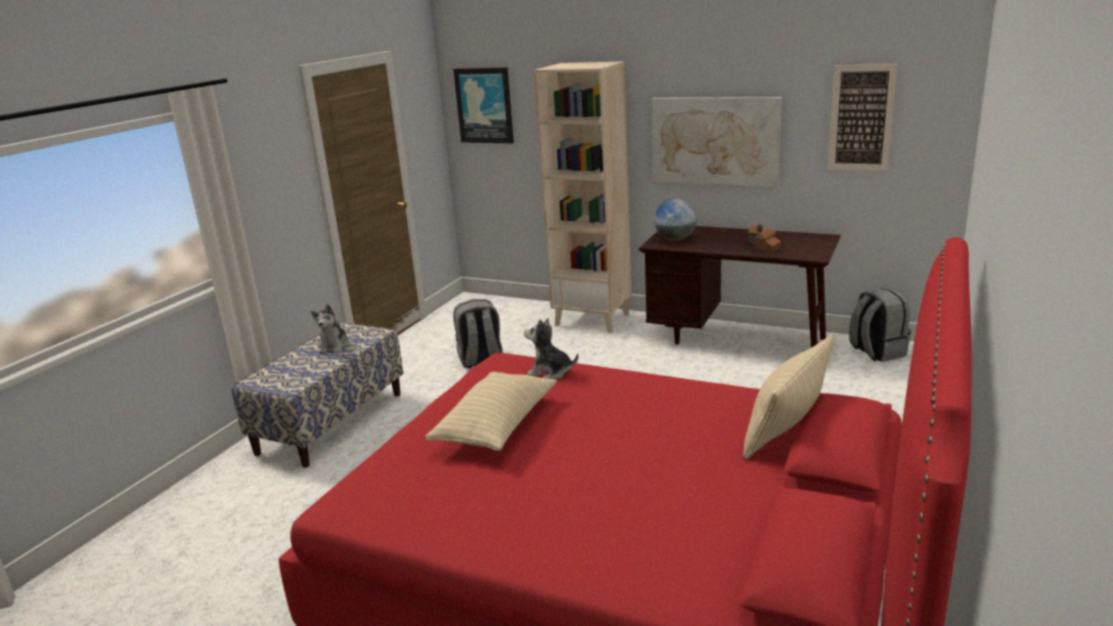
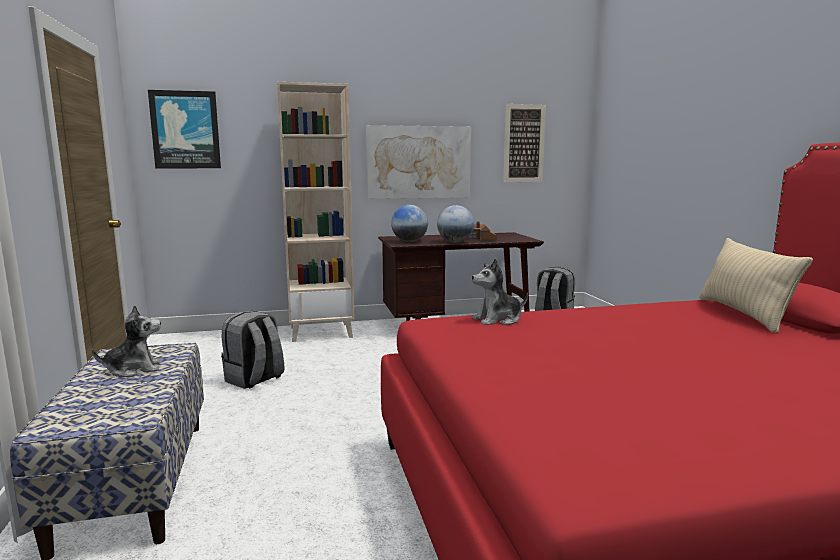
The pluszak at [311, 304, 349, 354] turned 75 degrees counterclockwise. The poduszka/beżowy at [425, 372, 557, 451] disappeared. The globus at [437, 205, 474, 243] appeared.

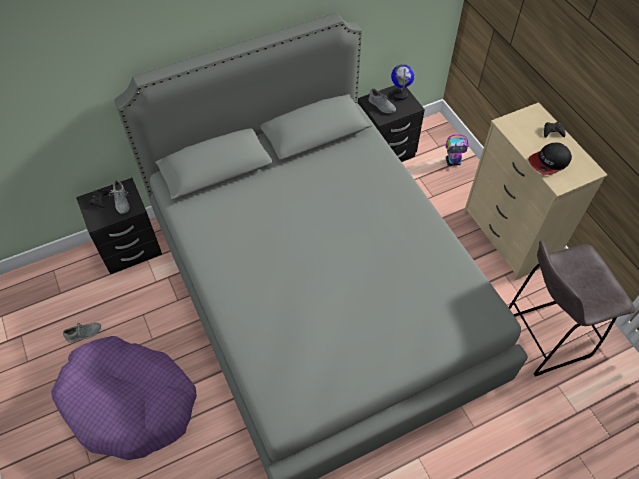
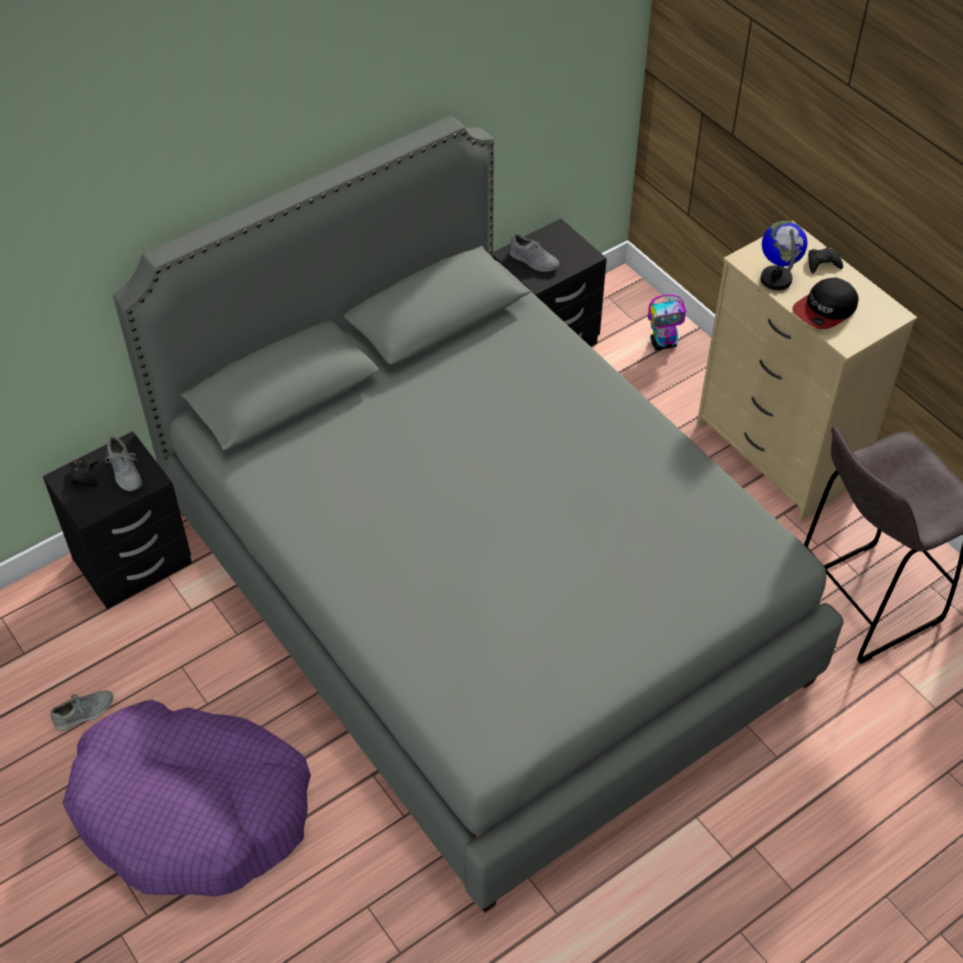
The globus moved from [391, 64, 415, 100] to [761, 221, 807, 290].

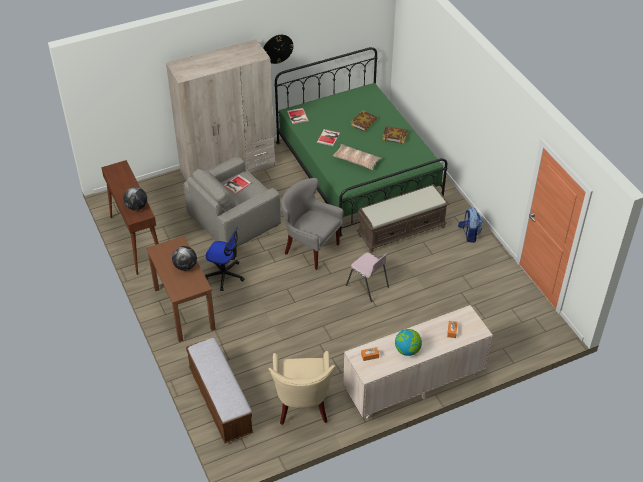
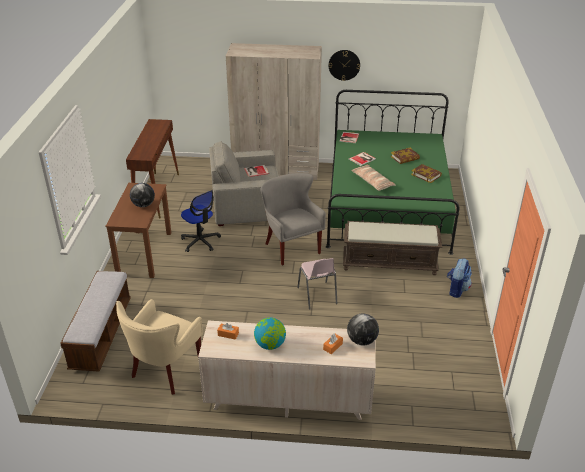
The globus moved from [123, 187, 147, 211] to [347, 314, 379, 345].

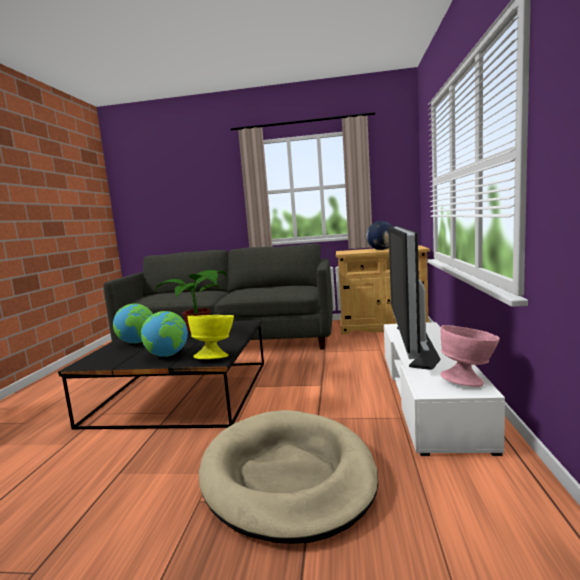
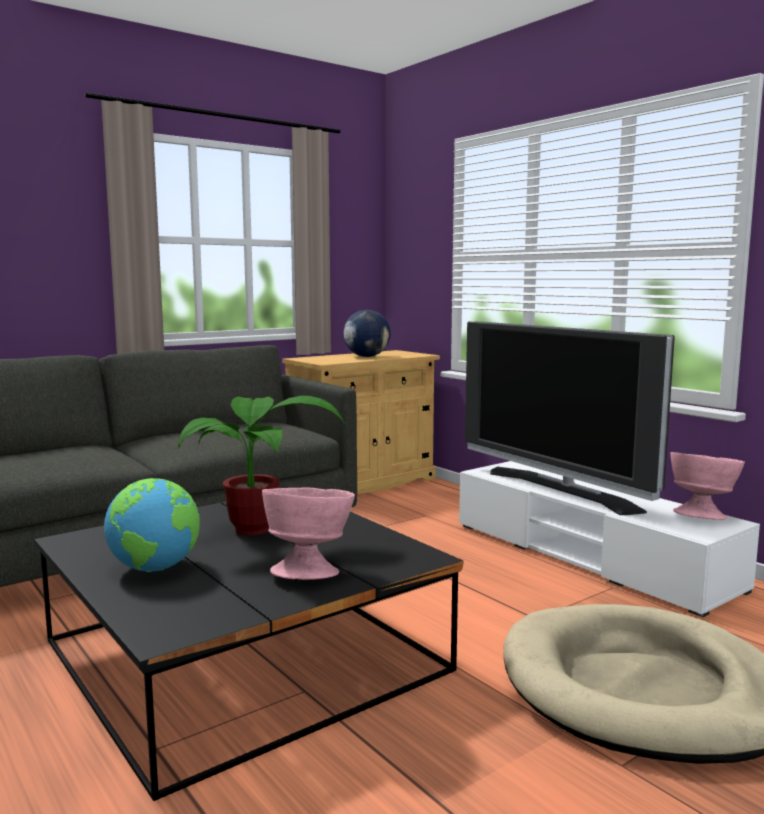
The globus at [141, 311, 188, 357] was replaced by the miska/różowy at [262, 488, 355, 580]. The miska/żółty at [187, 315, 234, 359] disappeared.

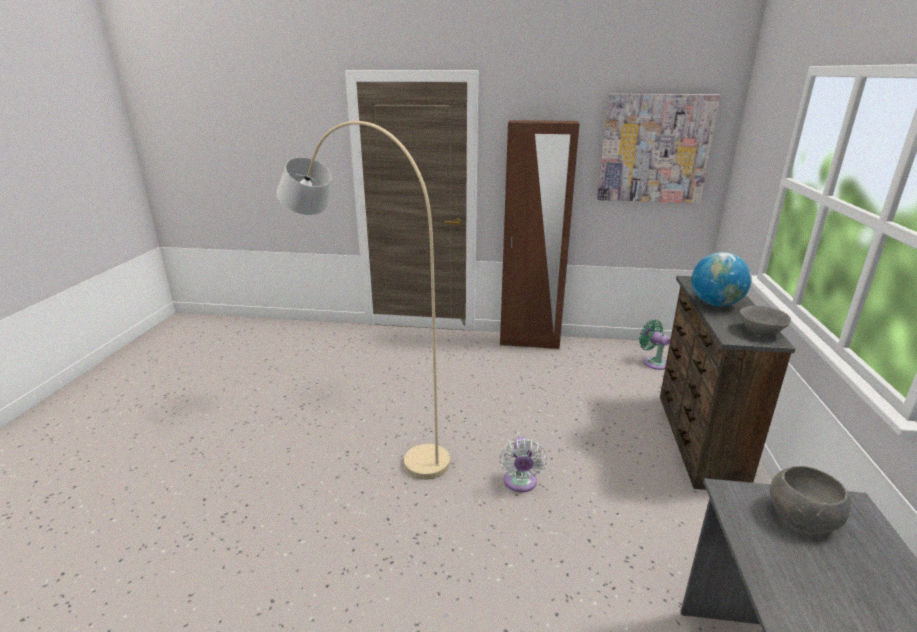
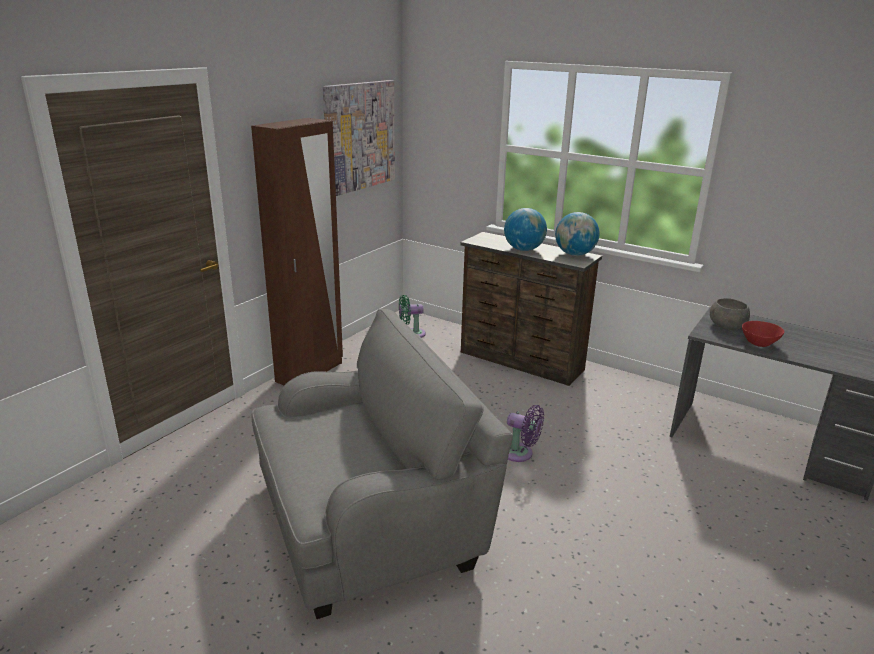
The lampa stojąca/beżowy at [276, 121, 450, 480] was replaced by the fotel/szary at [251, 309, 513, 619]. The wentylator/biały at [499, 436, 547, 492] became the wentylator/fioletowy at [507, 405, 544, 462]. The miska/szary at [740, 306, 791, 336] was replaced by the globus at [555, 212, 600, 256]. The miska/czerwony at [742, 321, 784, 347] appeared.

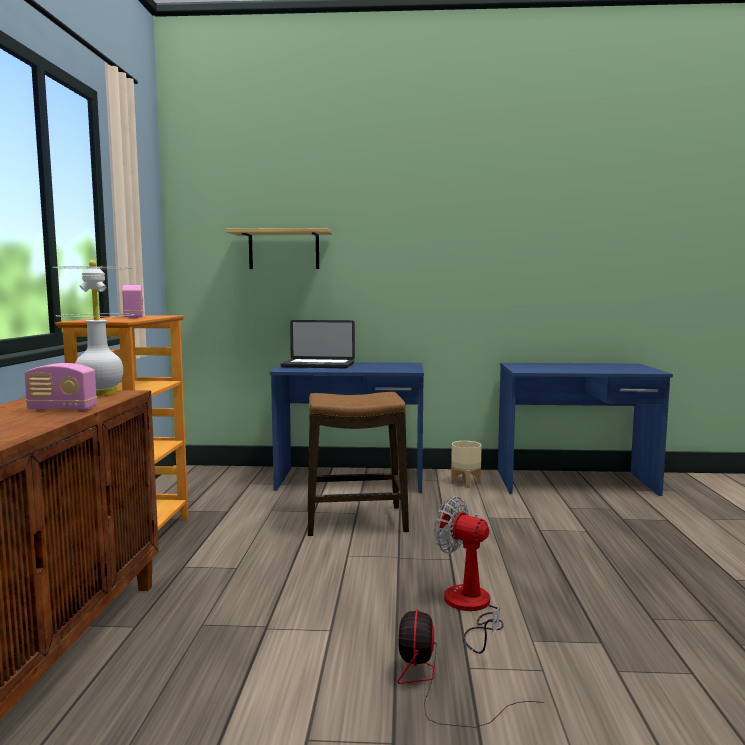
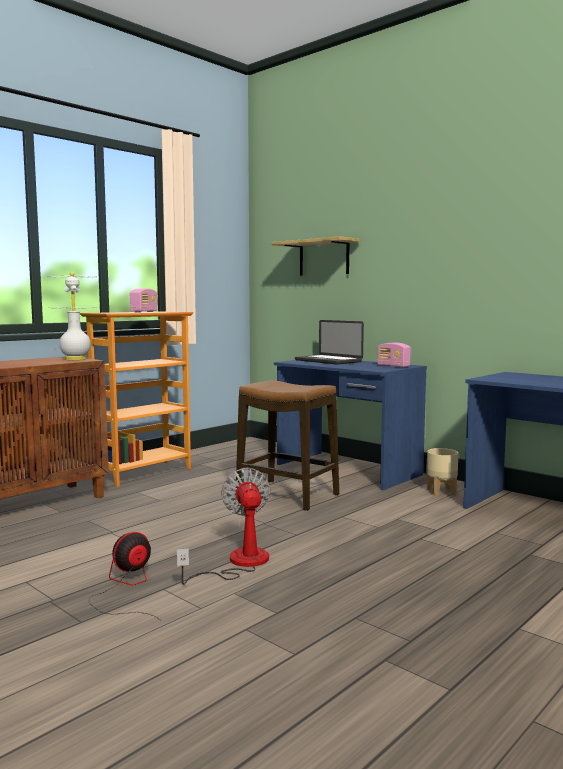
The radio moved from [25, 363, 97, 411] to [377, 343, 411, 367].

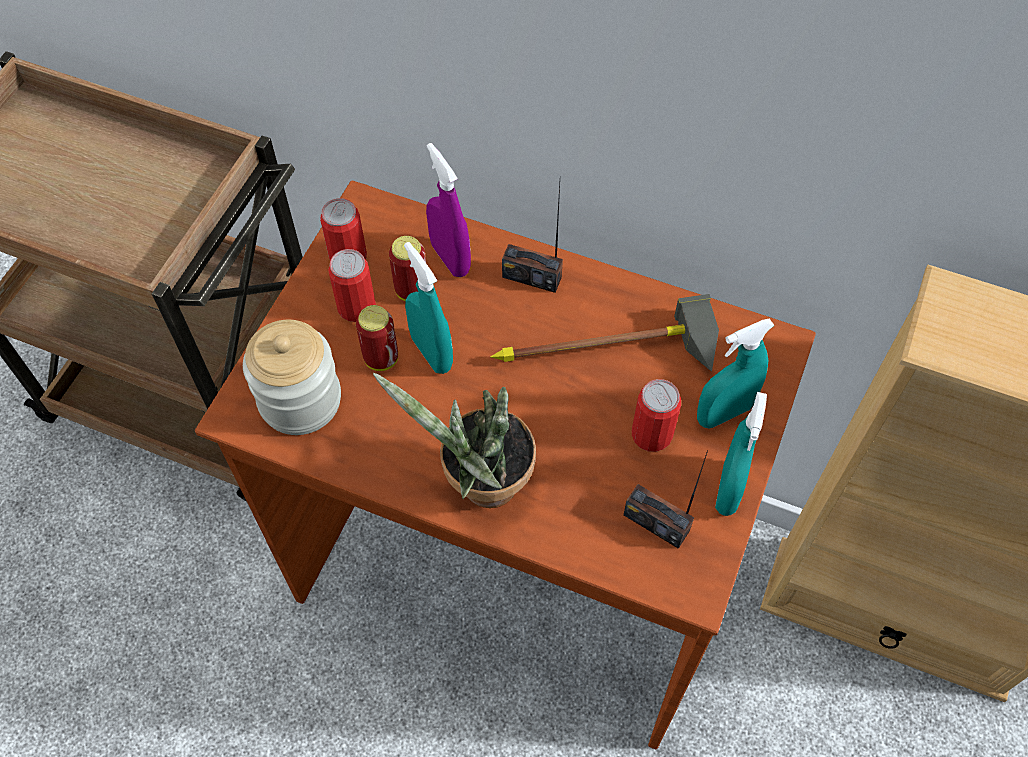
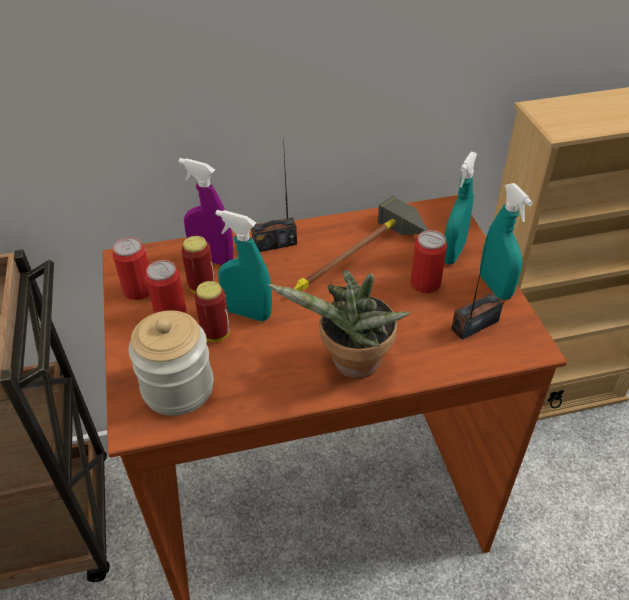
The radio at [623, 450, 708, 549] turned 150 degrees clockwise.

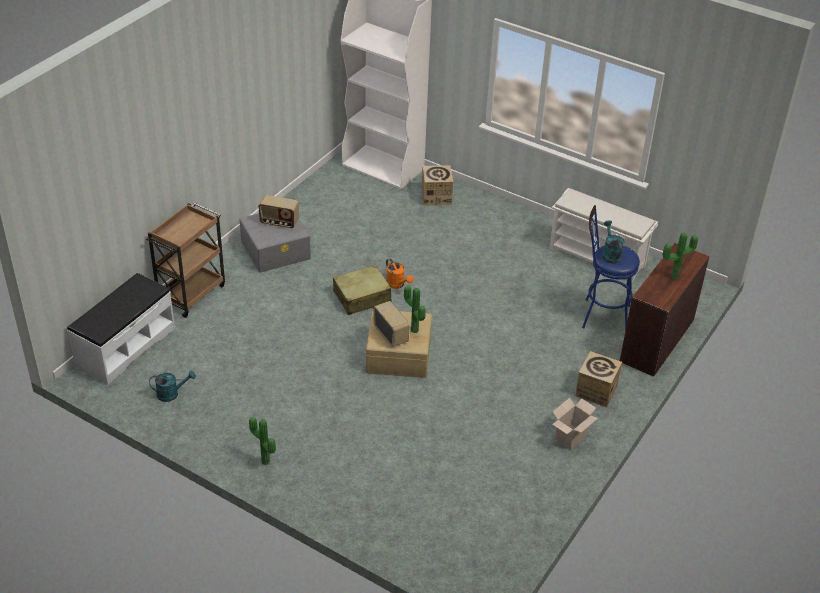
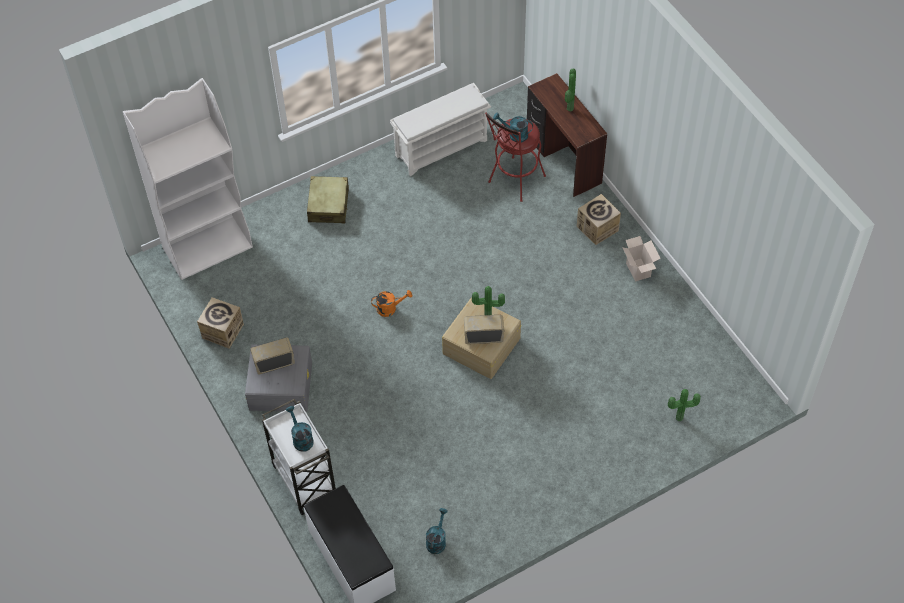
The wózek/brązowy at [146, 203, 225, 318] became the wózek/biały at [262, 399, 336, 515]. The roślina doniczkowa moved from [249, 417, 276, 465] to [668, 389, 701, 421]. The radio at [258, 195, 299, 228] turned 150 degrees counterclockwise. The walizka/beżowy moved from [333, 265, 391, 315] to [307, 176, 349, 223]. The karton moved from [422, 165, 453, 205] to [197, 297, 244, 349]. The stołek/niebieski at [582, 205, 640, 331] became the stołek/czerwony at [485, 112, 546, 202]. The konewka/turkusowy at [286, 406, 314, 452] appeared.

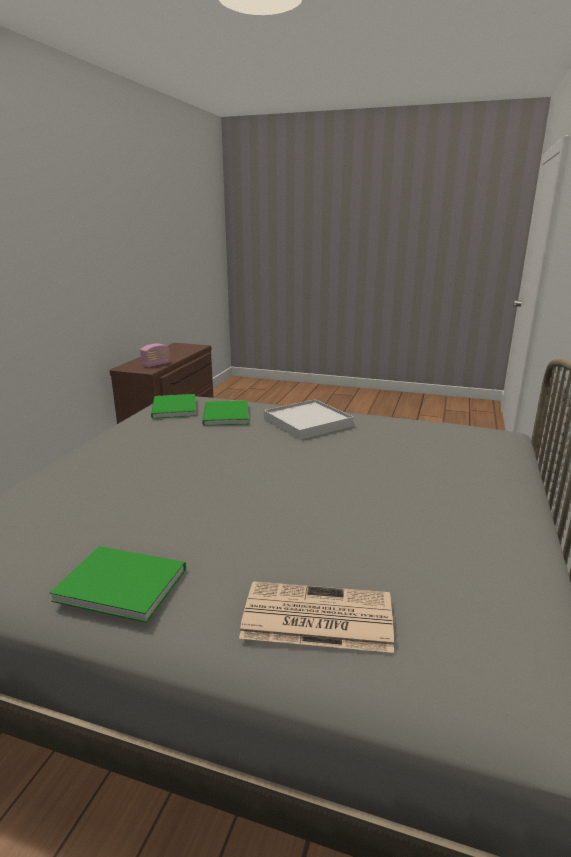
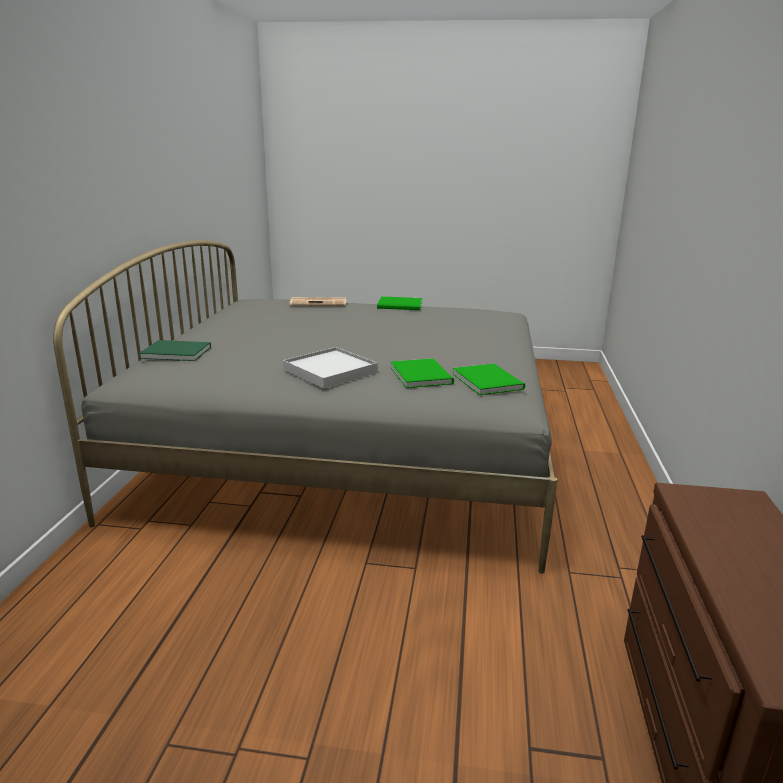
The radio at [140, 344, 170, 367] disappeared. The książka/zielony at [139, 340, 211, 361] appeared.

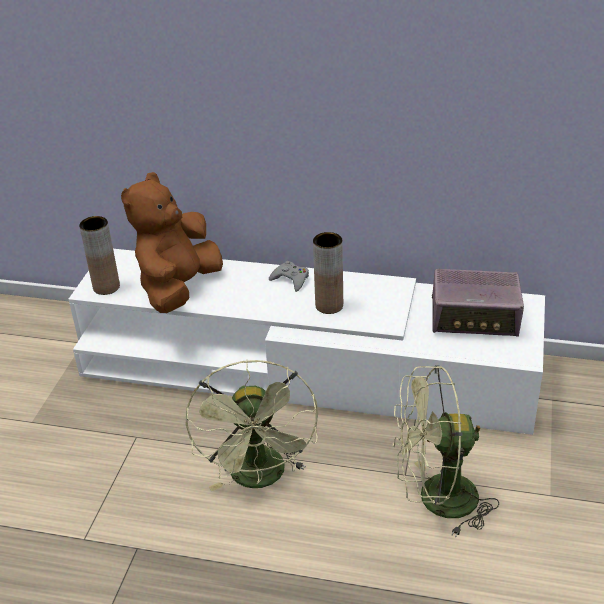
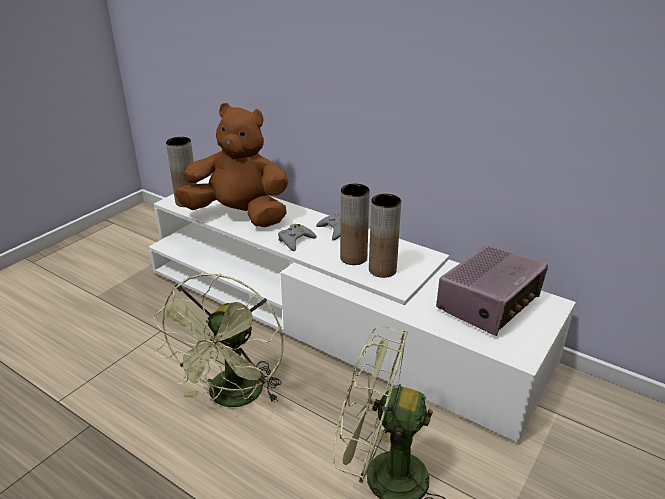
The pluszak/brązowy at [121, 172, 223, 313] turned 60 degrees clockwise. The radio at [432, 269, 524, 337] turned 75 degrees counterclockwise. The pad do gier/szary at [278, 224, 317, 251] appeared. The wazon/brązowy at [369, 194, 401, 278] appeared.

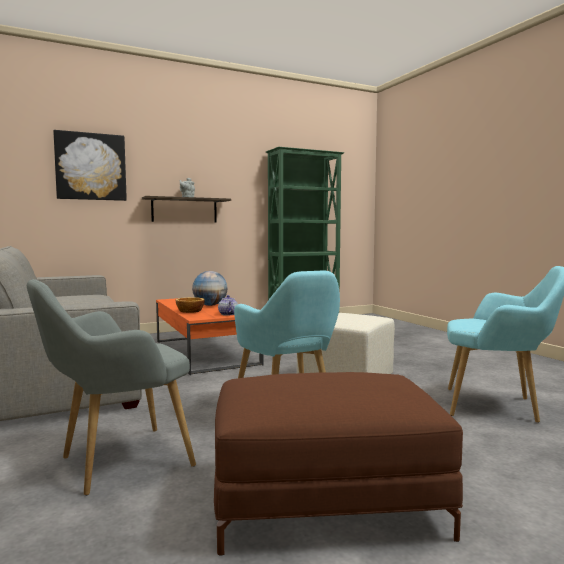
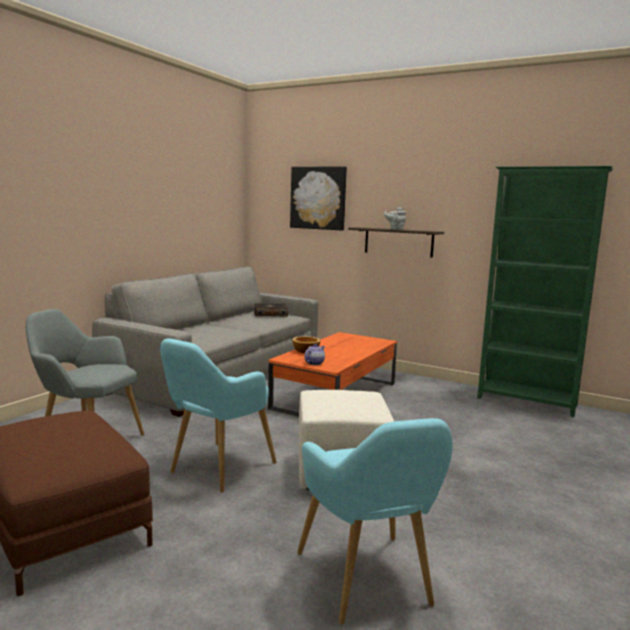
The globus at [192, 271, 228, 306] disappeared. The książka at [254, 303, 288, 317] appeared.

